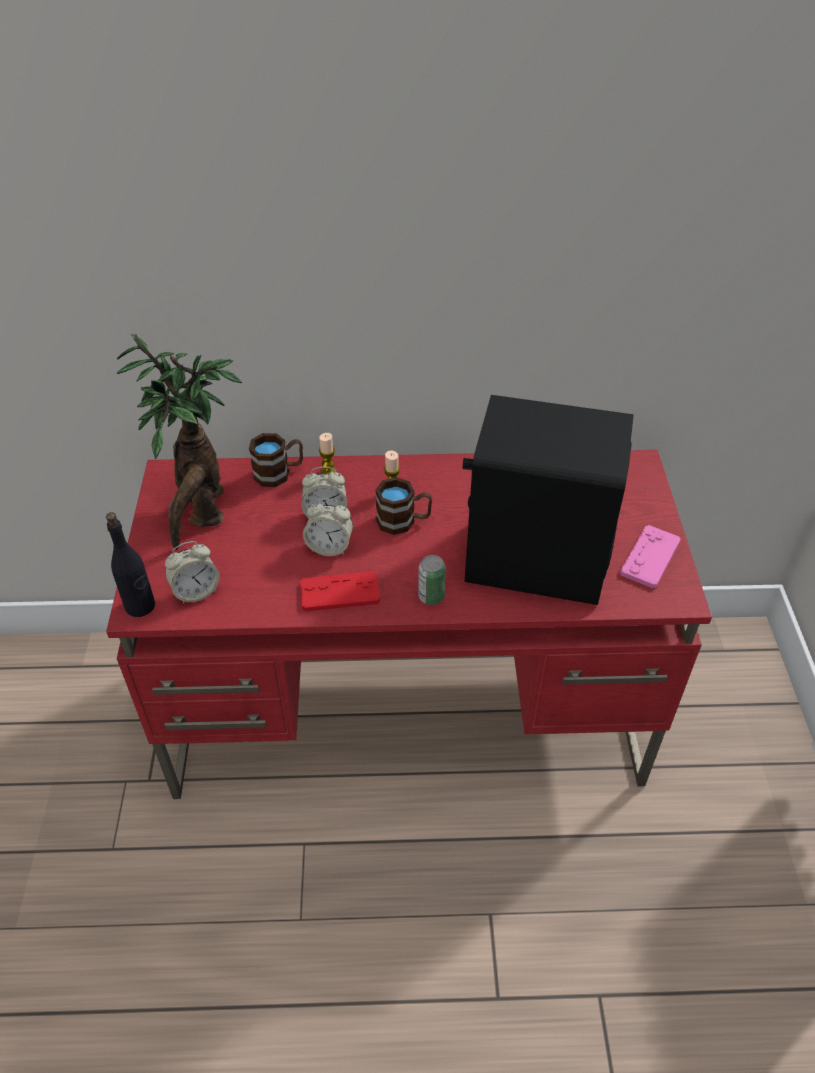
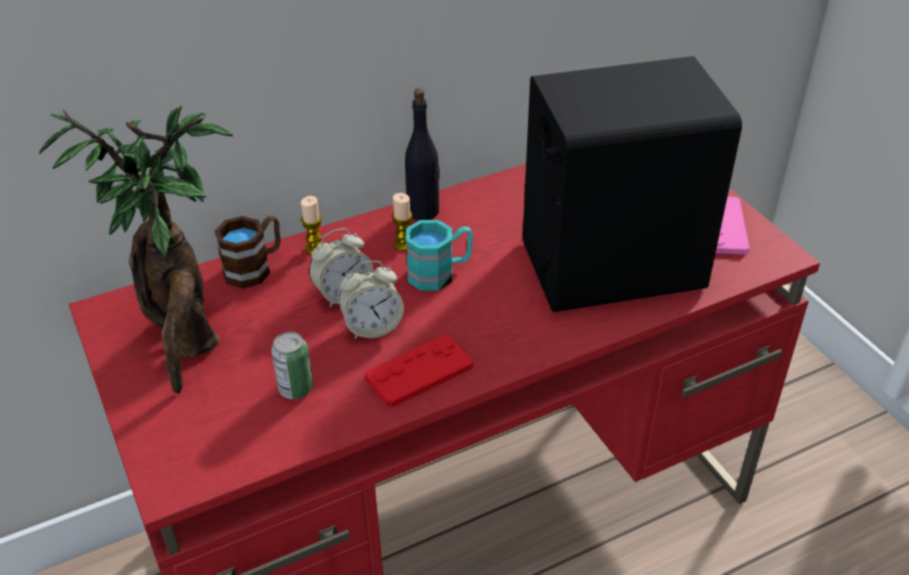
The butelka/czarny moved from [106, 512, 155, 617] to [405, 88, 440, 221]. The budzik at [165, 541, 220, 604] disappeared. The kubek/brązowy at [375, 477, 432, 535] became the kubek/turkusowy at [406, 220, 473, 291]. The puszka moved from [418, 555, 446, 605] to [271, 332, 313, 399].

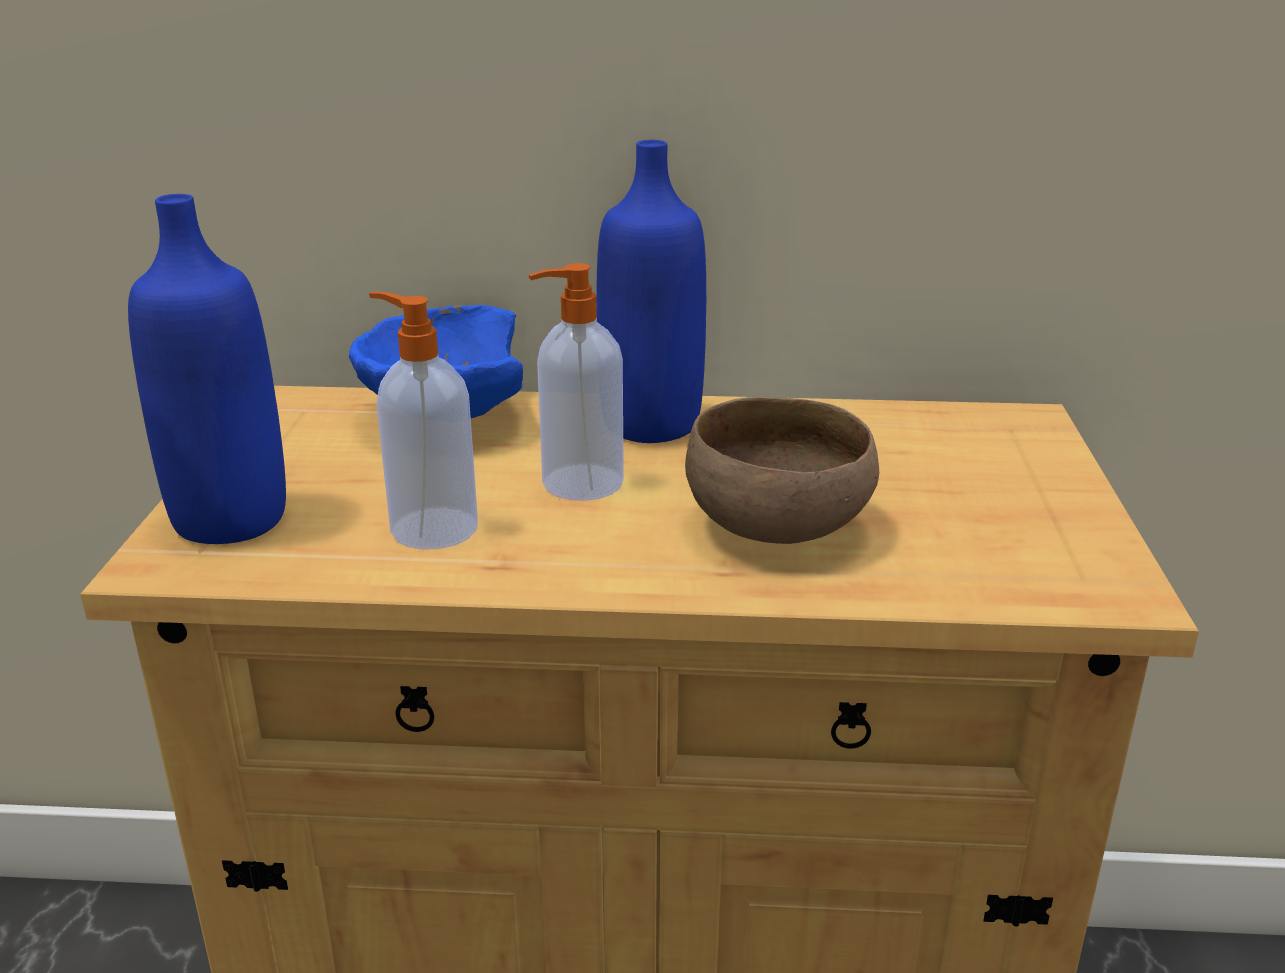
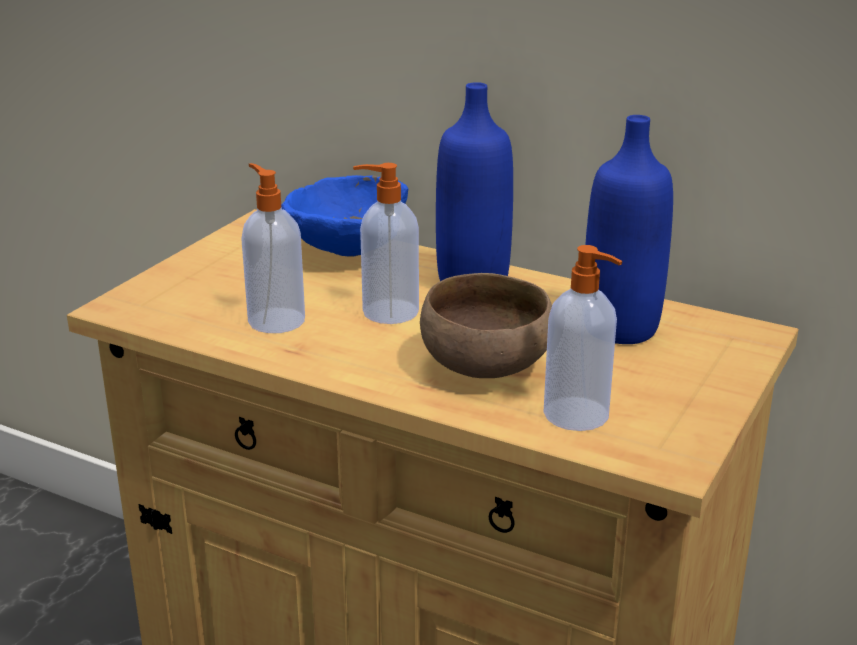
The butelka/niebieski moved from [128, 194, 286, 544] to [585, 115, 673, 344]. The dozownik mydła at [544, 245, 623, 431] appeared.

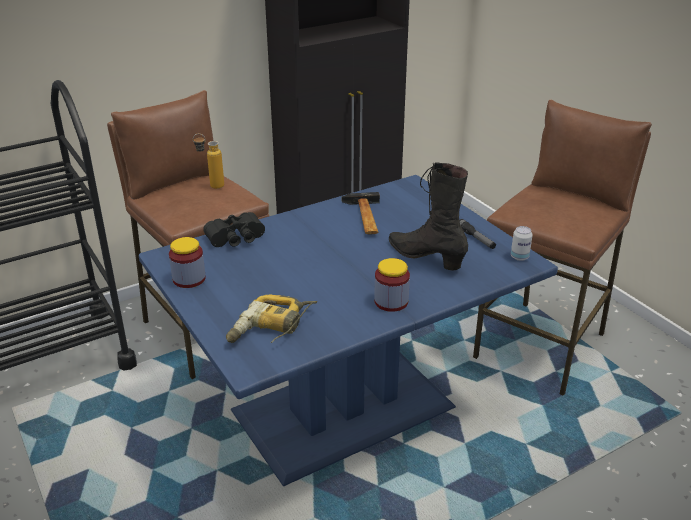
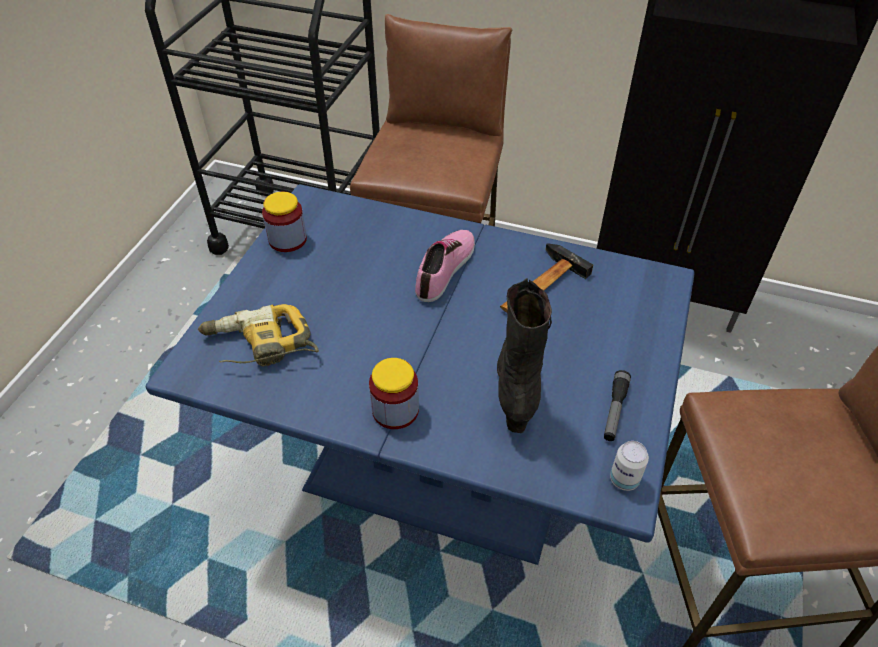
The butelka at [193, 134, 224, 189] disappeared. The lornetka/czarny at [203, 212, 265, 247] disappeared. The but at [415, 230, 475, 302] appeared.

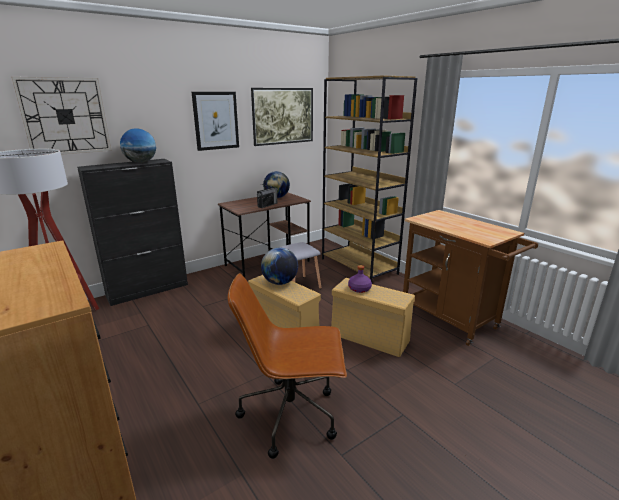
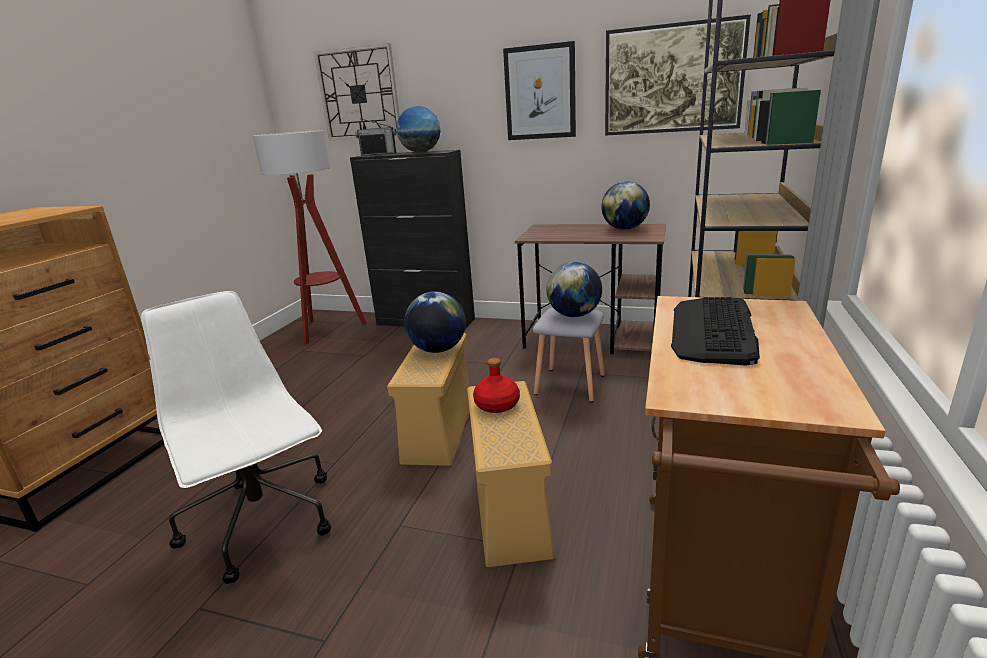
The krzesło biurowe/brązowy at [228, 273, 347, 459] became the krzesło biurowe/biały at [141, 291, 331, 584]. The radio moved from [257, 184, 278, 208] to [355, 118, 396, 156]. The butelka/fioletowy at [348, 265, 372, 293] became the butelka/czerwony at [473, 358, 520, 413]. The globus at [546, 262, 602, 317] appeared. The klawiatura at [671, 297, 760, 366] appeared.

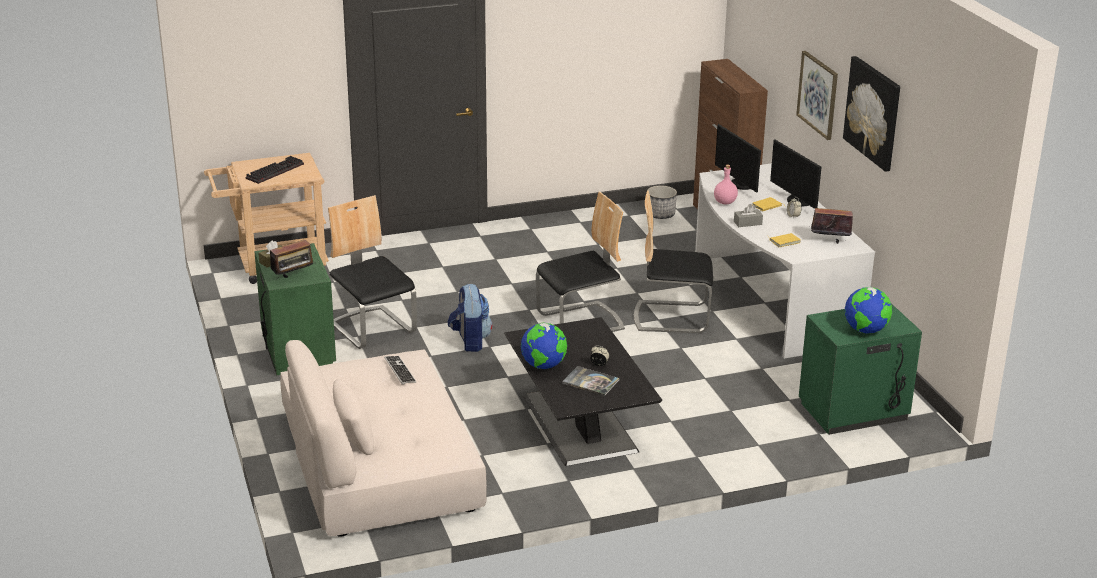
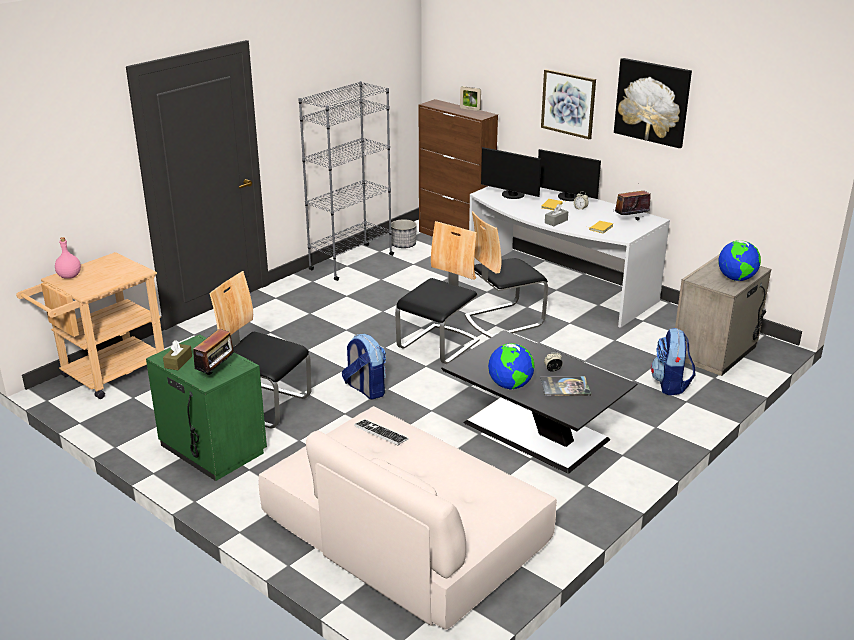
The klawiatura at [246, 156, 304, 184] disappeared. The butelka/różowy moved from [714, 165, 738, 205] to [55, 237, 81, 279]. The szafka nocna/zielony at [799, 303, 922, 435] became the szafka nocna/beżowy at [675, 254, 771, 376]. The regał/szary at [299, 81, 394, 281] appeared. The ramka na zdjęcie at [460, 86, 481, 111] appeared. The plecak at [651, 328, 695, 395] appeared.

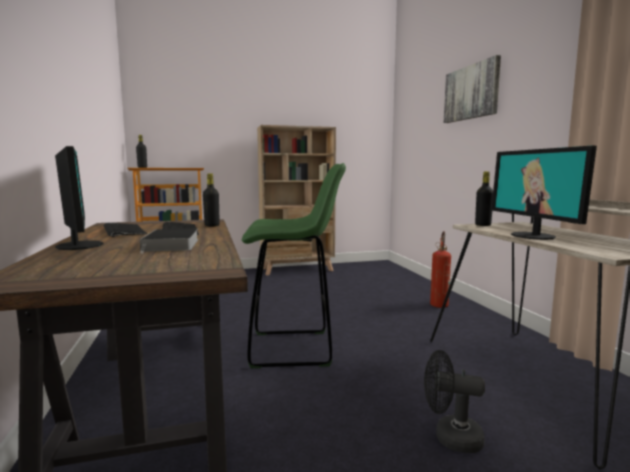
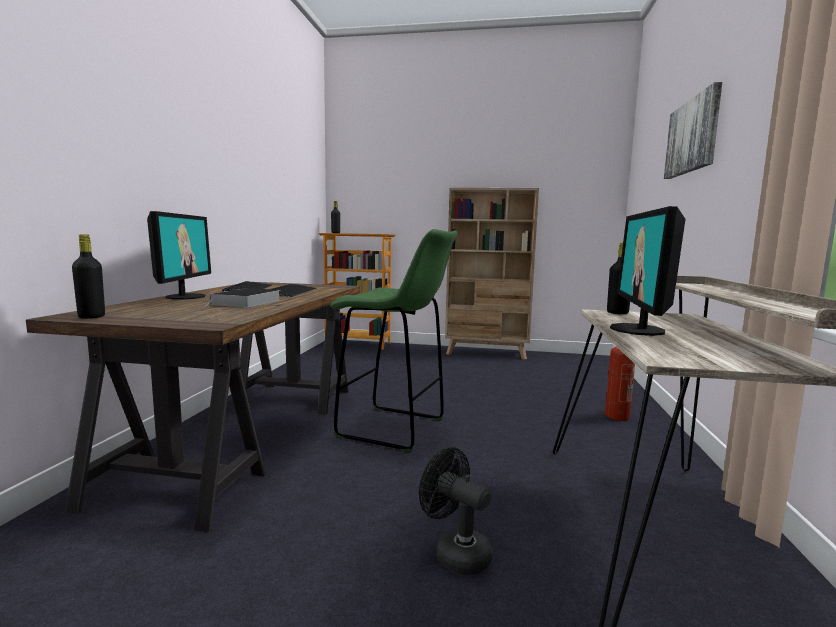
The butelka/czarny moved from [203, 173, 220, 227] to [72, 234, 105, 319].

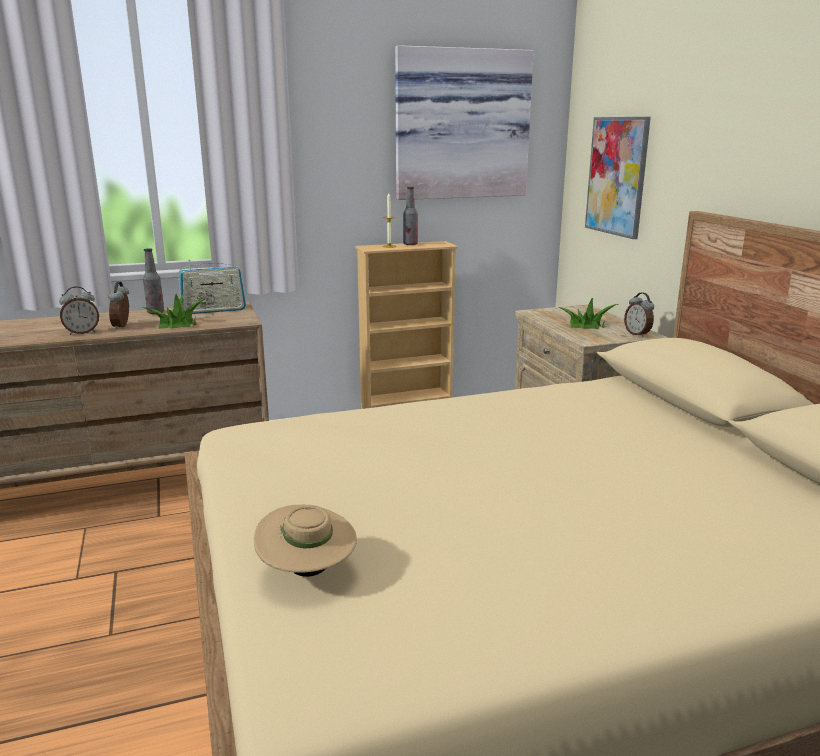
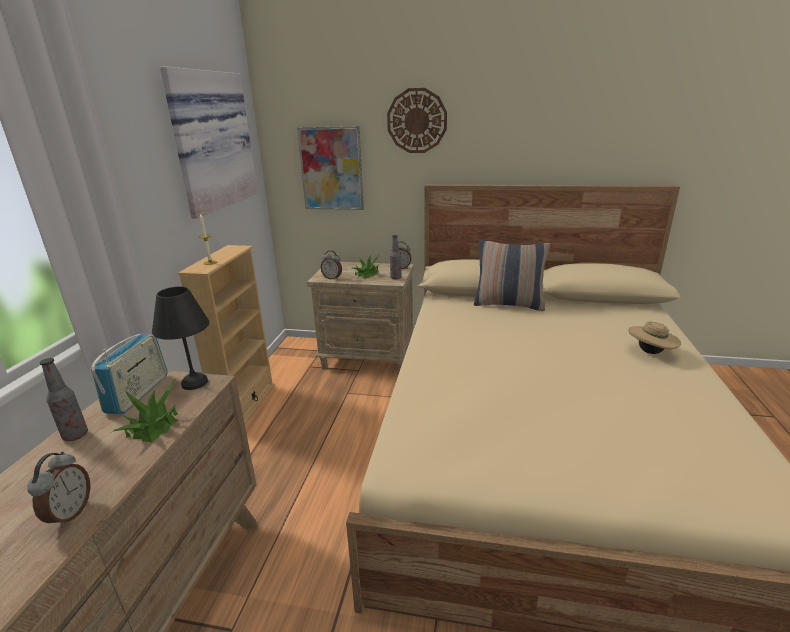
The budzik moved from [108, 282, 129, 330] to [321, 250, 342, 280]. The kapelusz/beżowy moved from [254, 505, 357, 577] to [629, 321, 681, 354]. The butelka moved from [403, 187, 418, 245] to [390, 235, 402, 280]. The lampa stołowa/czarny at [152, 287, 209, 390] appeared. The zegar ścienny at [387, 88, 447, 153] appeared. The poduszka at [474, 240, 550, 311] appeared.

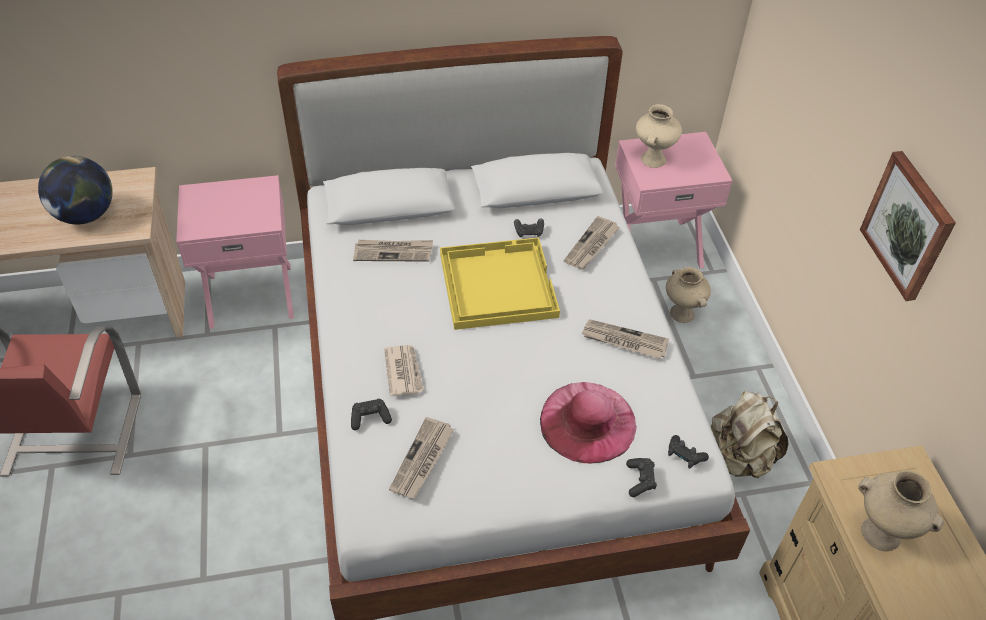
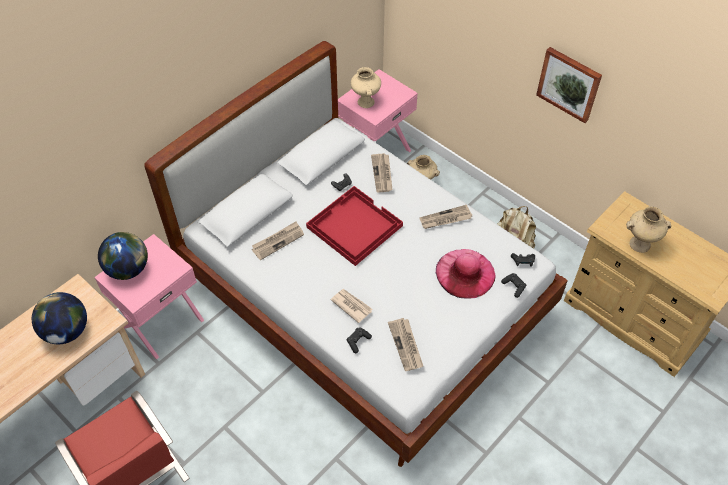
The taca/żółty at [440, 237, 560, 330] became the taca/czerwony at [306, 186, 403, 266]. The globus at [98, 232, 148, 280] appeared.

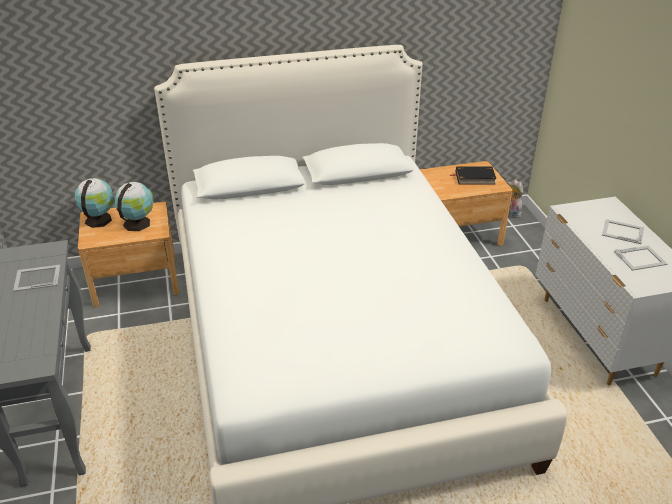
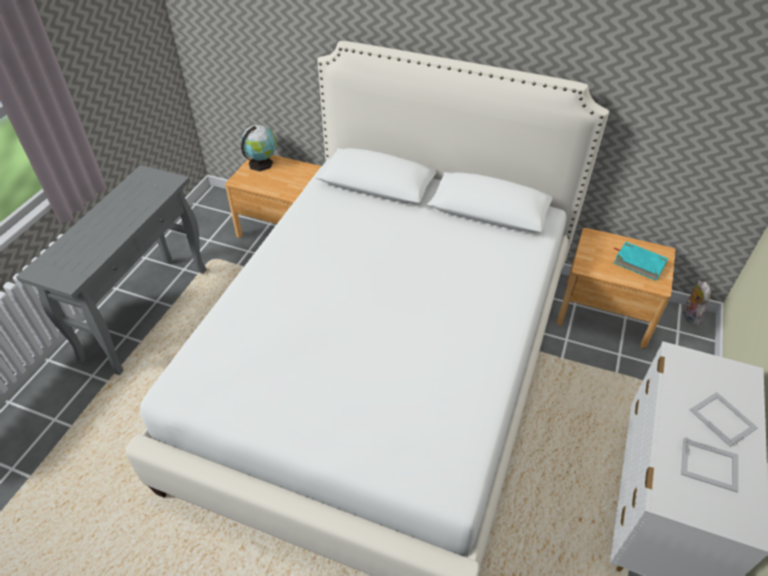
The ramka na zdjęcie at [13, 265, 60, 292] disappeared. The globus at [114, 182, 153, 231] disappeared. The książka/czarny at [450, 166, 496, 185] became the książka/turkusowy at [613, 242, 668, 281].

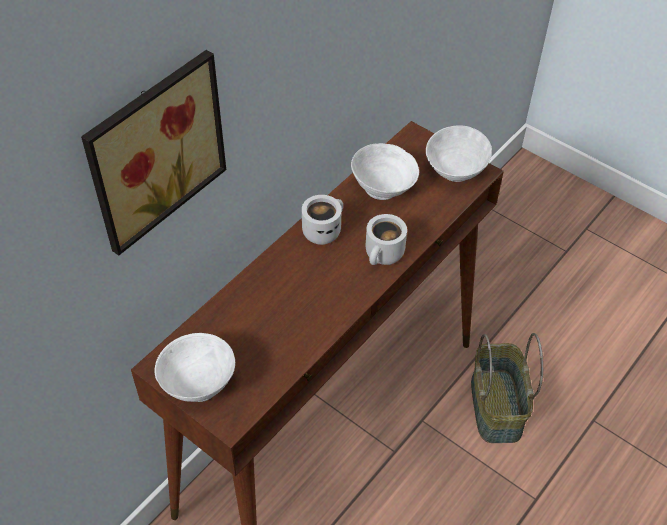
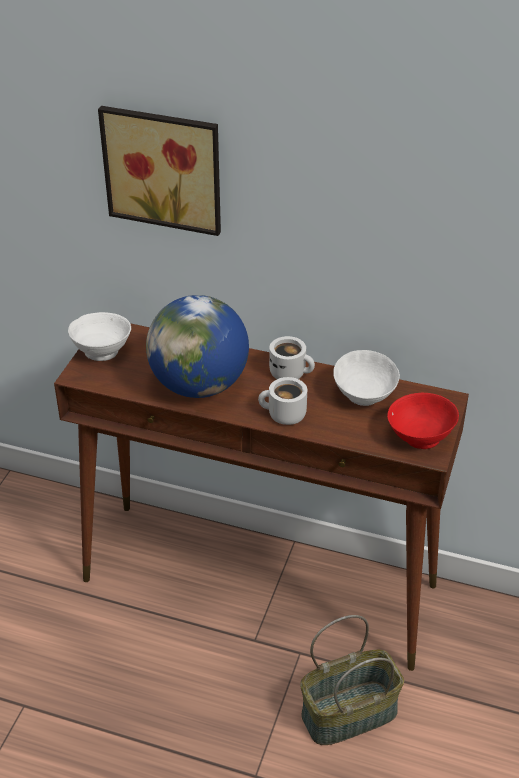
The miska/biały at [426, 125, 492, 182] became the miska/czerwony at [387, 393, 459, 449]. The globus at [146, 295, 249, 398] appeared.

